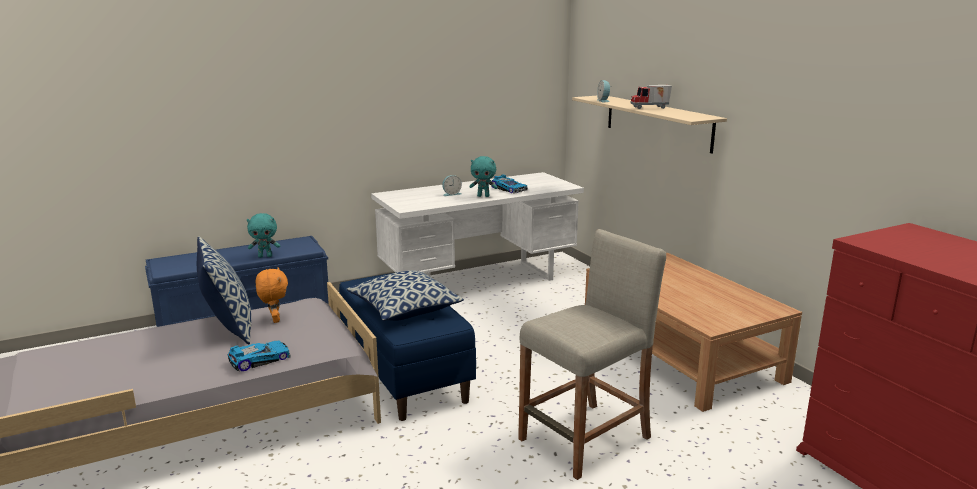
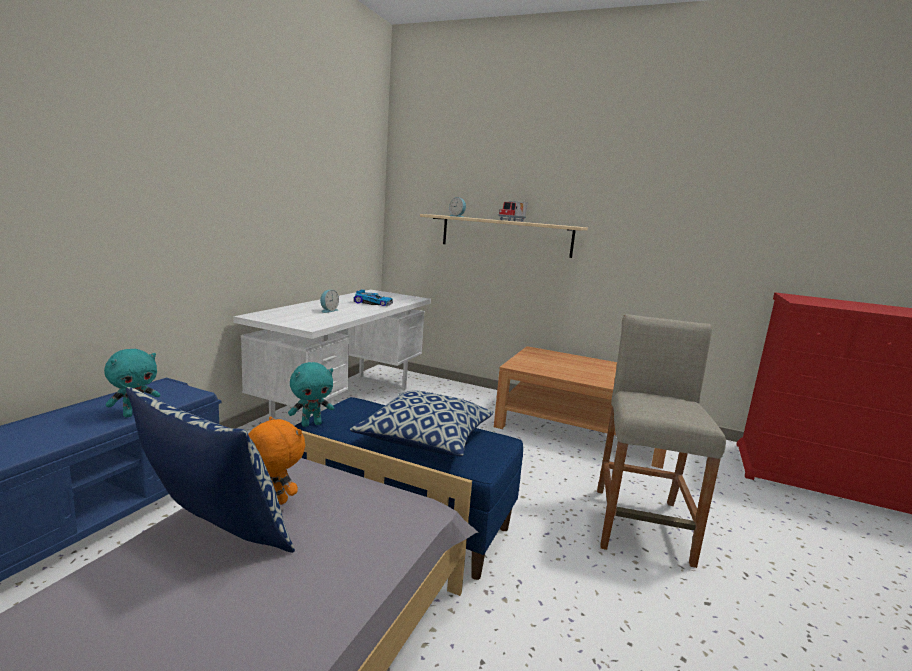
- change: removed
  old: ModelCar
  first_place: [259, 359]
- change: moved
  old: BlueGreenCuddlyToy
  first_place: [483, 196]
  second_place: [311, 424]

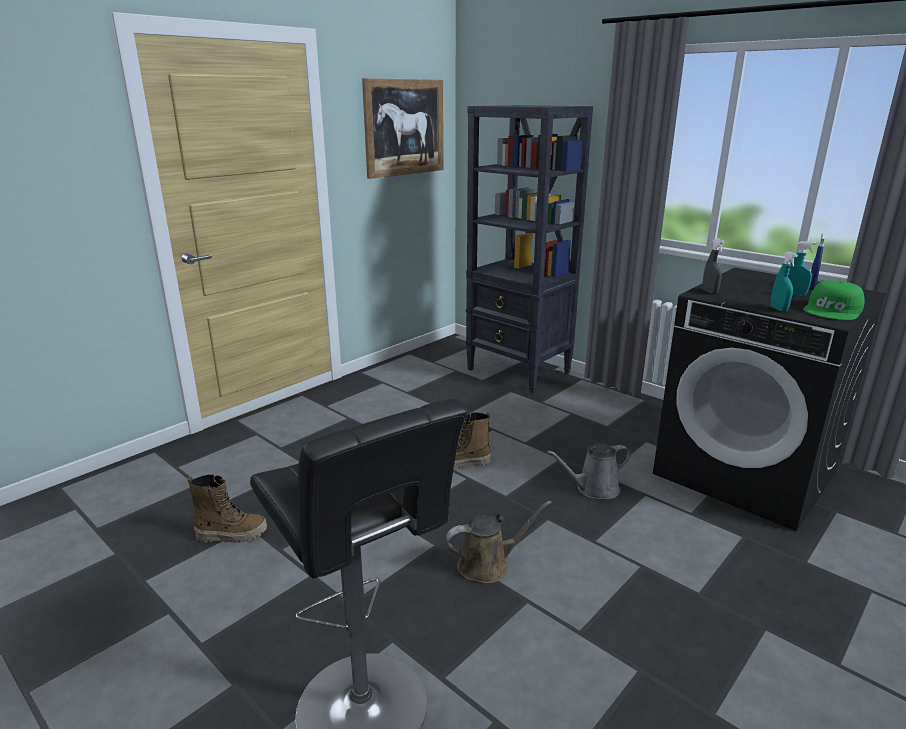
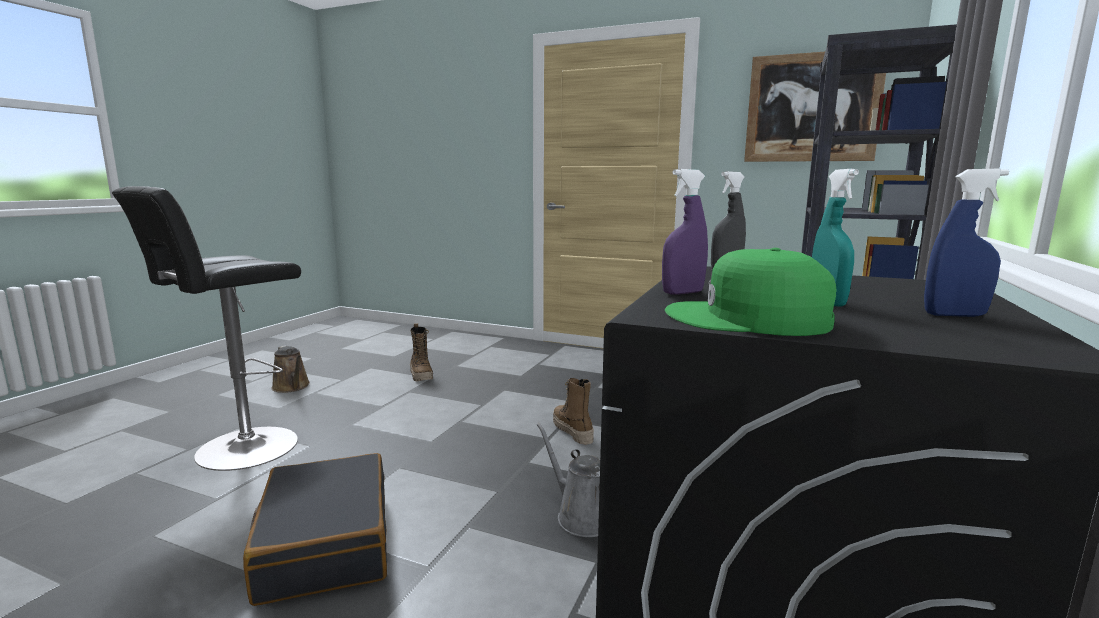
- change: moved
  old: BrownColouredWateringCan
  first_place: [488, 565]
  second_place: [292, 387]
- change: recoloured
  old: BlueGreenSprayer
  new: PurpleSprayer
  first_place: [778, 309]
  second_place: [682, 293]
- change: added
  new: BlackPieceOfLuggage
  second_place: [325, 543]

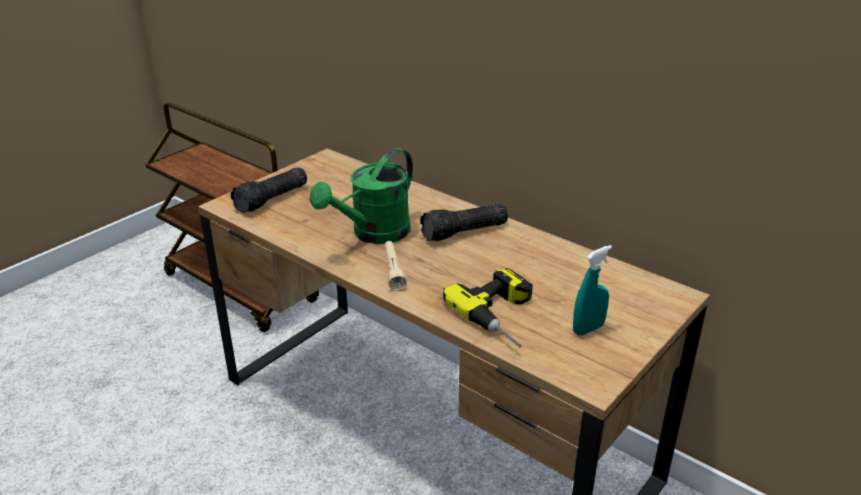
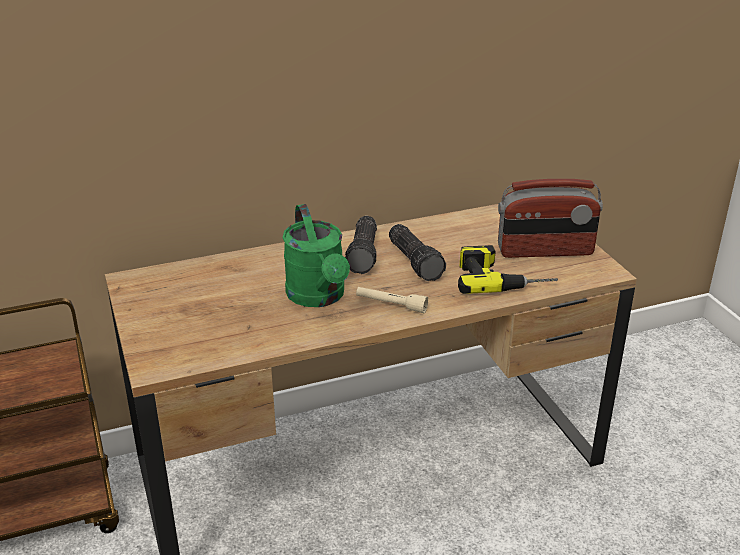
- change: moved
  old: Flashlight
  first_place: [272, 199]
  second_place: [416, 261]
- change: replaced
  old: BlueGreenSprayer
  new: RadioSet
  first_place: [588, 329]
  second_place: [545, 251]

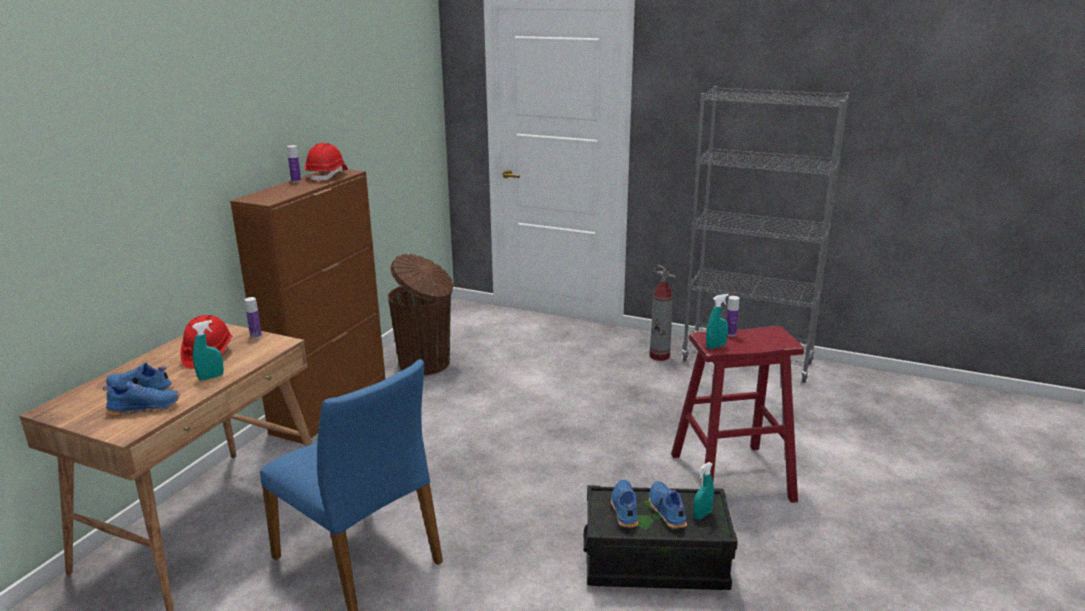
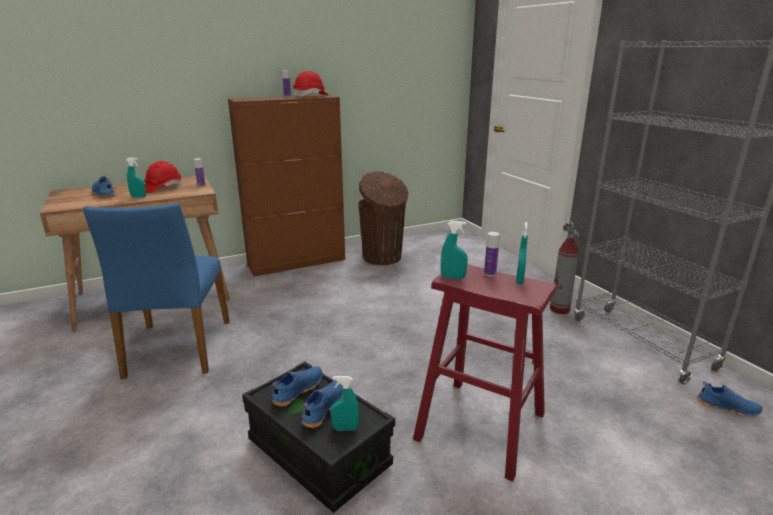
- change: moved
  old: BluishLowShoe
  first_place: [145, 408]
  second_place: [727, 407]
- change: added
  new: BlueGreenSprayer
  second_place: [519, 280]

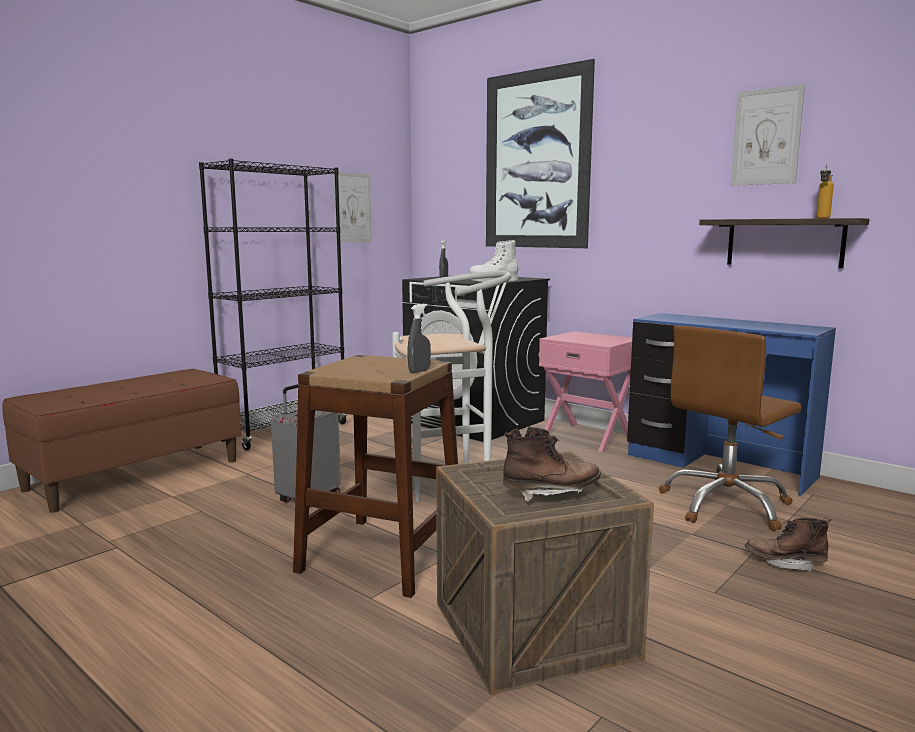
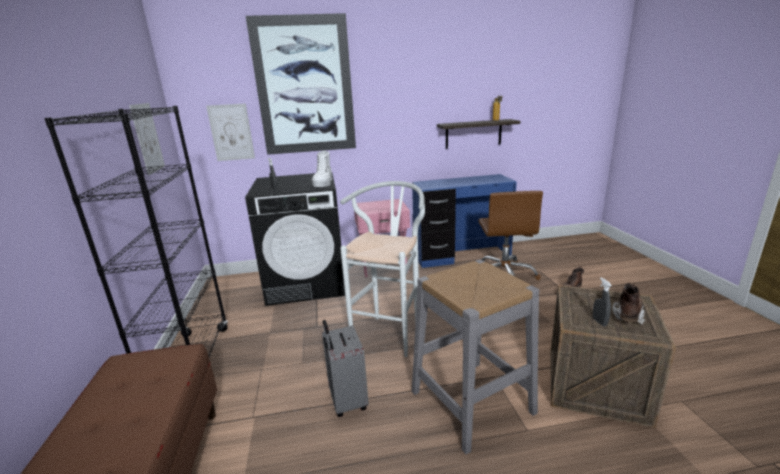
- change: recoloured
  old: BrownColouredStool
  new: GreyishStool
  first_place: [382, 554]
  second_place: [471, 402]
- change: moved
  old: GreyishSprayer
  first_place: [419, 371]
  second_place: [599, 322]
- change: moved
  old: WallPicture
  first_place: [766, 137]
  second_place: [231, 132]

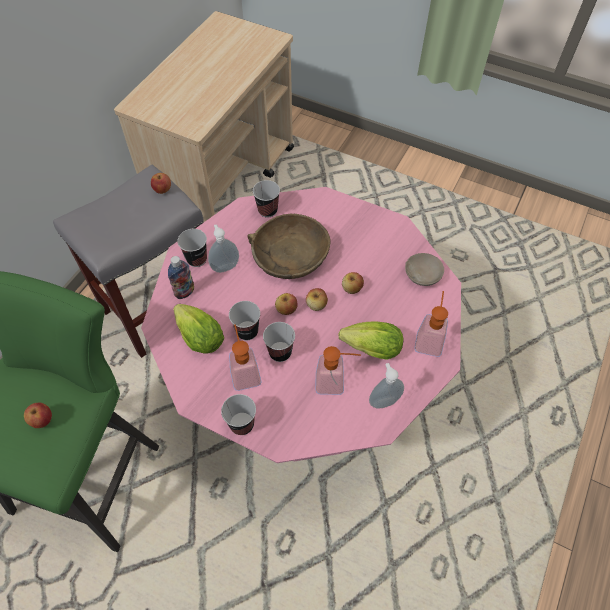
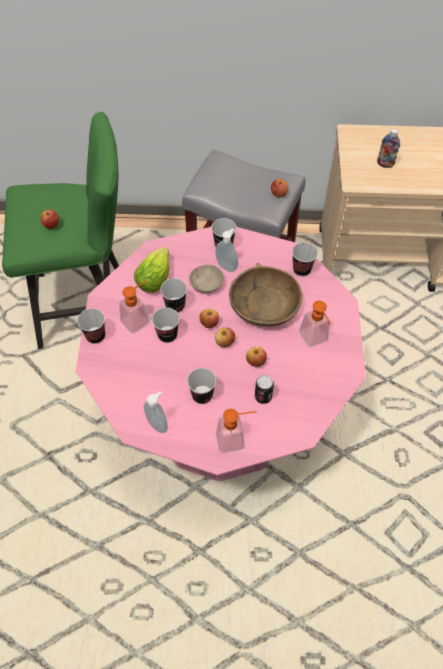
- change: moved
  old: Bottle
  first_place: [184, 292]
  second_place: [385, 164]
- change: moved
  old: SoapDispenser
  first_place: [335, 383]
  second_place: [315, 340]
- change: replaced
  old: HeadOfLettuce
  new: DrinkingCup
  first_place: [368, 348]
  second_place: [202, 395]
- change: moved
  old: SandColouredDeepDish
  first_place: [423, 276]
  second_place: [206, 285]
- change: added
  new: Can
  second_place: [263, 397]

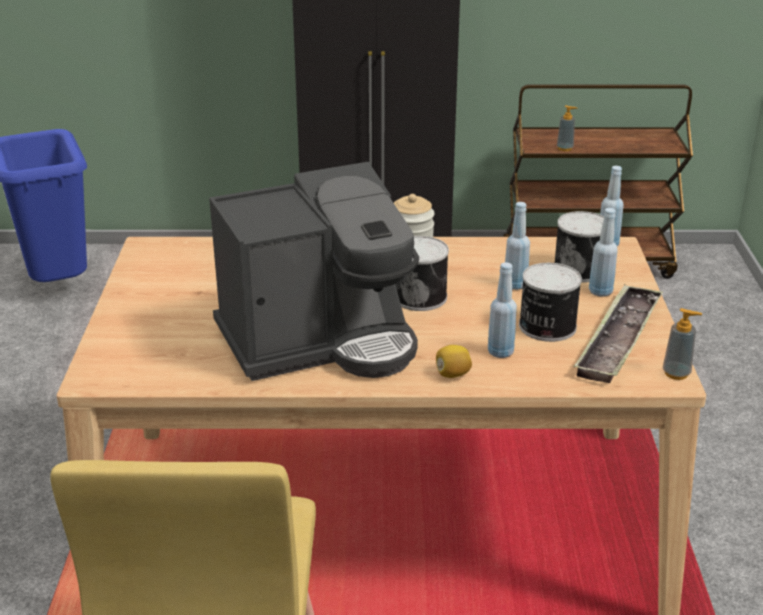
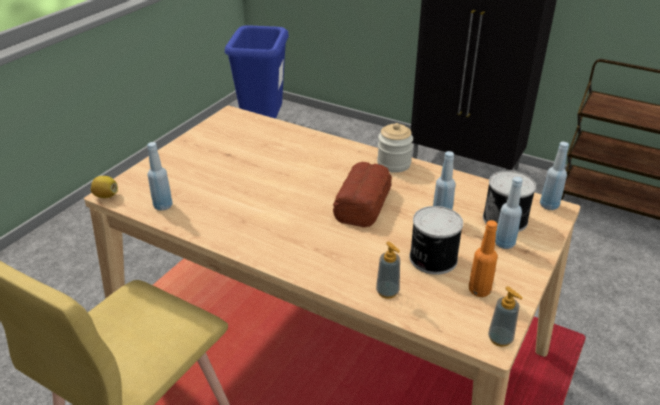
- change: removed
  old: CoffeeMachine
  first_place: [320, 341]
- change: replaced
  old: Can
  new: BakedBread
  first_place: [420, 296]
  second_place: [363, 203]
- change: moved
  old: CitrusFruit
  first_place: [452, 374]
  second_place: [106, 196]
- change: moved
  old: BluishBottle
  first_place: [500, 352]
  second_place: [163, 206]
- change: moved
  old: SoapDispenser
  first_place: [565, 148]
  second_place: [387, 292]
- change: replaced
  old: CarryingTray
  new: OrangeyBottle
  first_place: [618, 340]
  second_place: [479, 290]

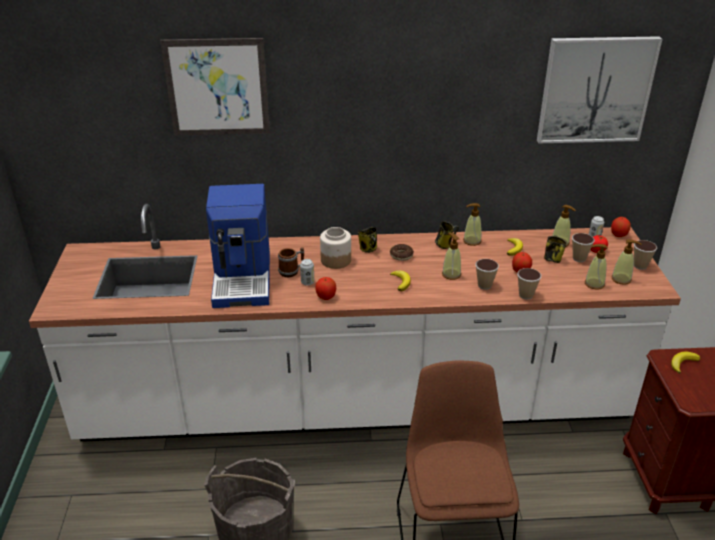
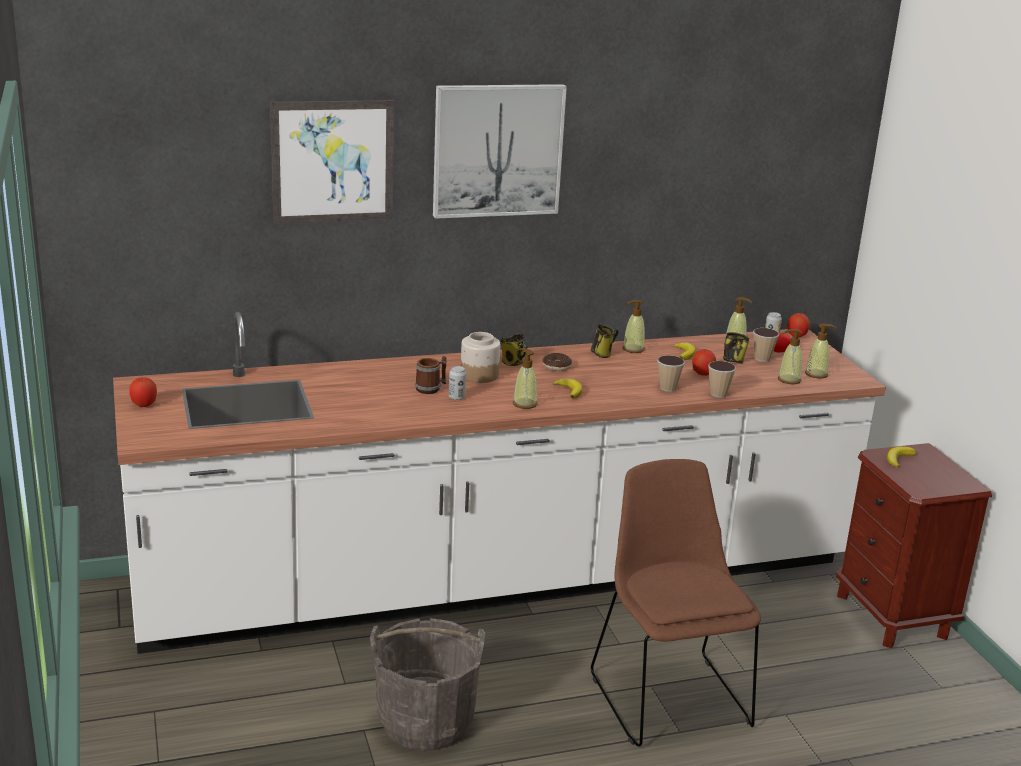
- change: removed
  old: CoffeeMachine
  first_place: [243, 278]
- change: moved
  old: AppleFruit
  first_place: [326, 297]
  second_place: [144, 404]
- change: moved
  old: SoapDispenser
  first_place: [451, 274]
  second_place: [524, 404]
- change: moved
  old: WallPicture
  first_place: [595, 90]
  second_place: [497, 150]
- change: removed
  old: DrinkingCup
  first_place: [640, 266]

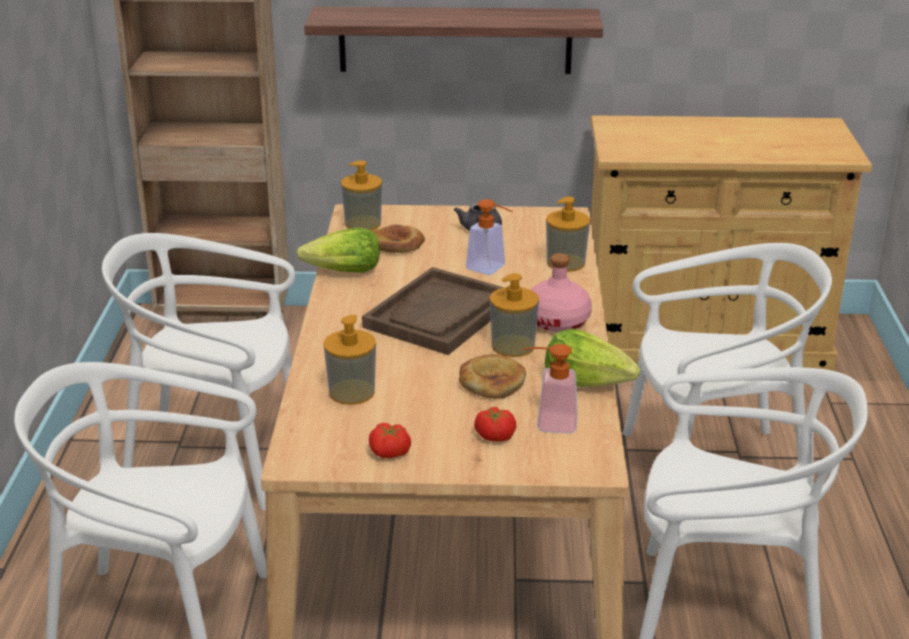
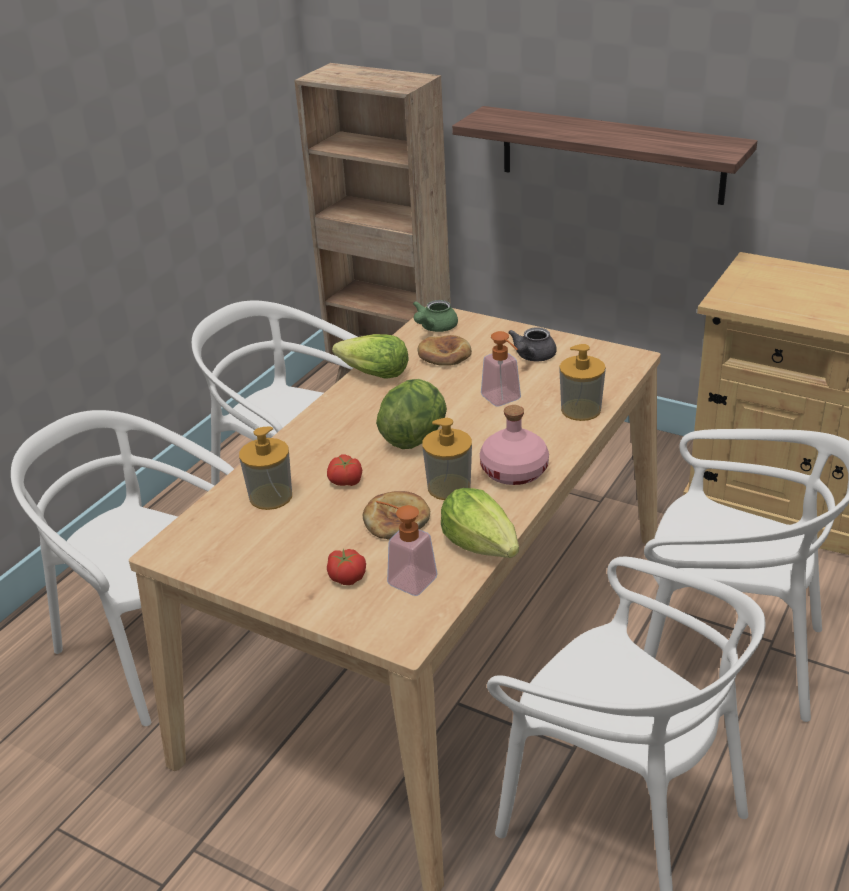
- change: replaced
  old: SoapDispenser
  new: GreenishPotForTea
  first_place: [363, 223]
  second_place: [434, 328]
- change: replaced
  old: BrownColouredCarryingTray
  new: HeadOfLettuce
  first_place: [439, 314]
  second_place: [415, 437]
- change: moved
  old: Tomato
  first_place: [389, 453]
  second_place: [345, 481]

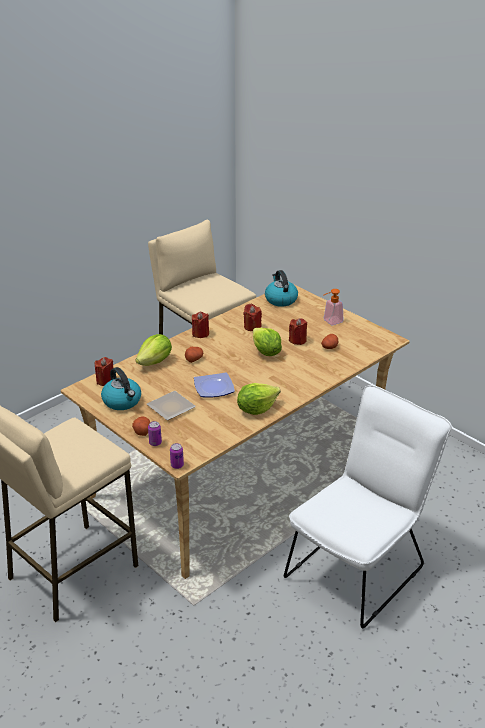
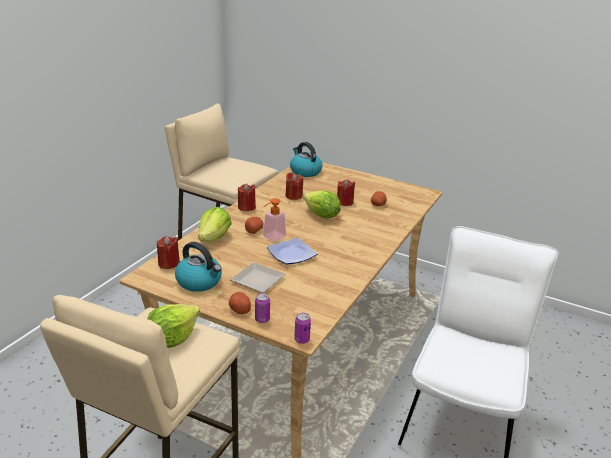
- change: moved
  old: HeadOfLettuce
  first_place: [256, 409]
  second_place: [171, 339]
- change: moved
  old: SoapDispenser
  first_place: [330, 322]
  second_place: [271, 238]

